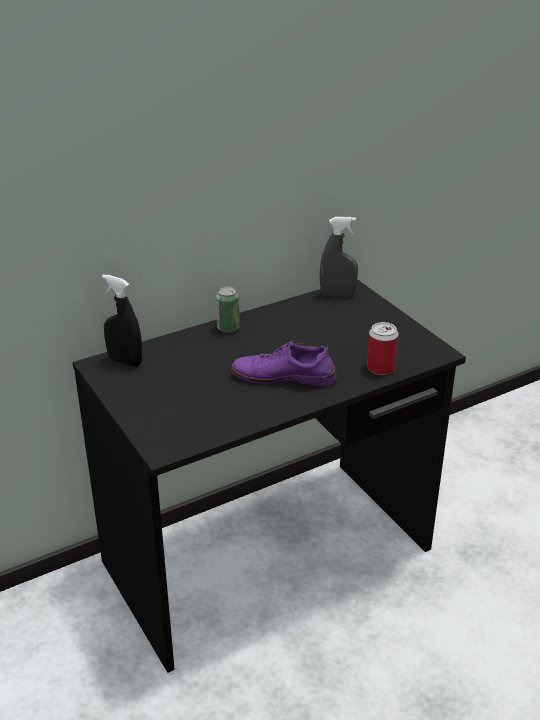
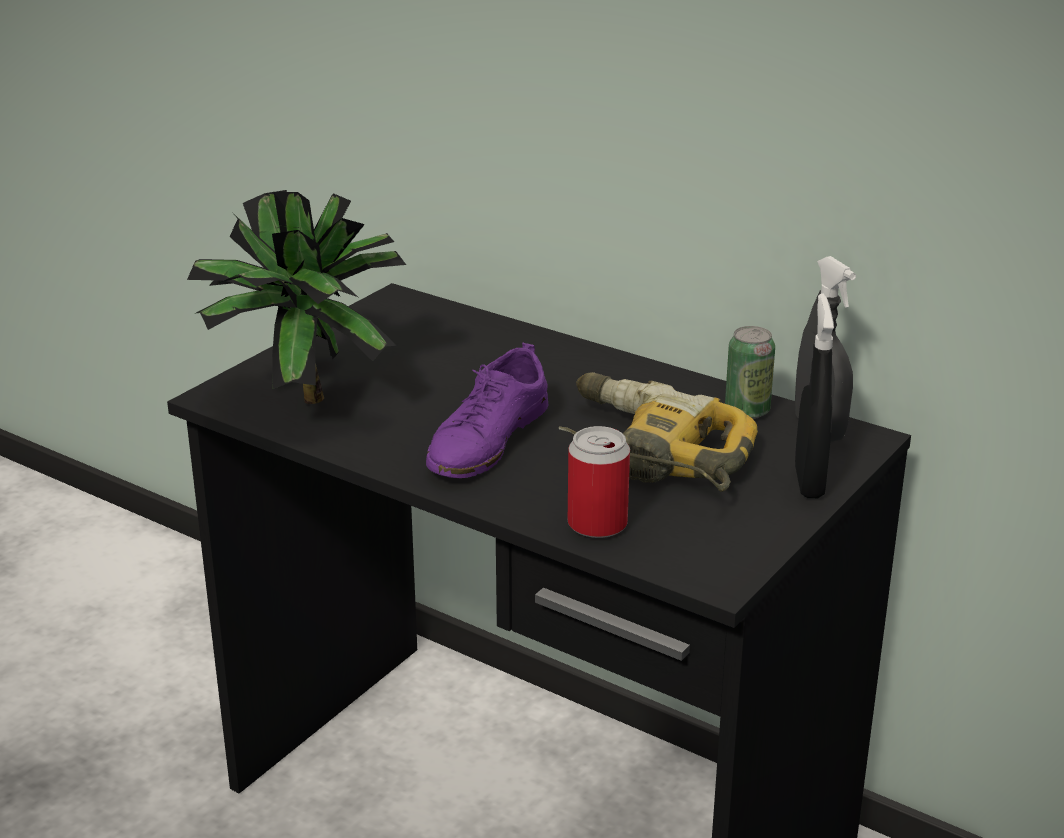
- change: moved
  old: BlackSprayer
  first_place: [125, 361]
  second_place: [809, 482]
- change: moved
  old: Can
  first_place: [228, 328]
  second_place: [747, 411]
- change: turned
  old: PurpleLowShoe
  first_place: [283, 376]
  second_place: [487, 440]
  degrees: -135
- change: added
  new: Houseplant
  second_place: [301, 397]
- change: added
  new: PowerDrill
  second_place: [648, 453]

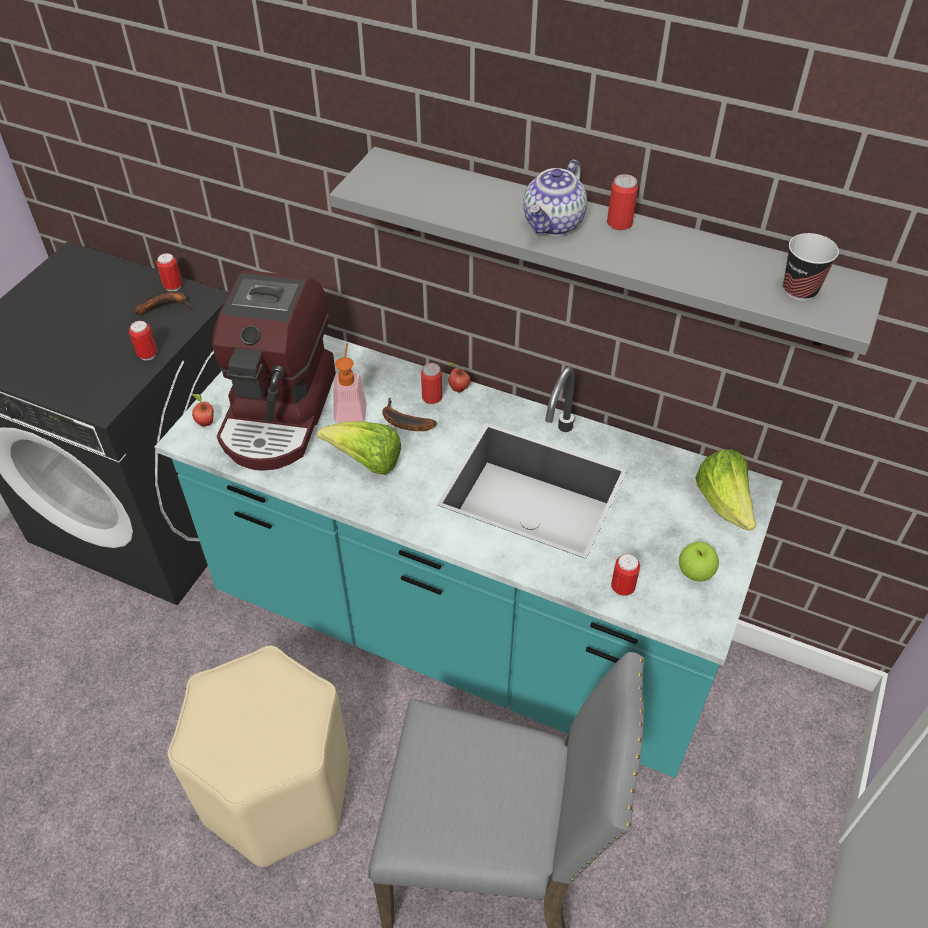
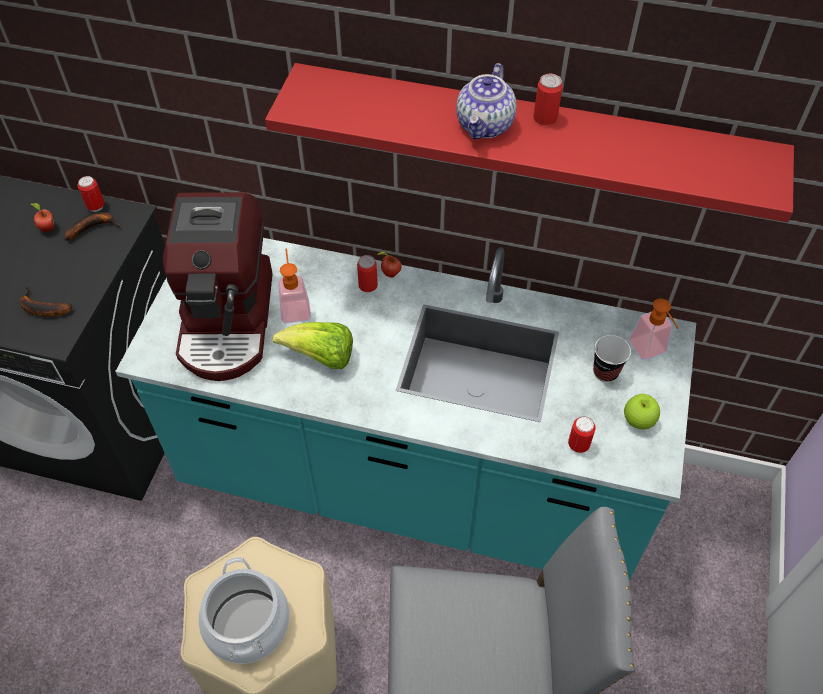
- change: removed
  old: Can
  first_place: [147, 355]
- change: moved
  old: AppleFruit
  first_place: [205, 422]
  second_place: [47, 228]
- change: recoloured
  old: GreyishWallShelf
  new: RedColouredWallShelf
  first_place: [607, 246]
  second_place: [529, 136]
- change: moved
  old: WholeBanana
  first_place: [403, 422]
  second_place: [41, 309]
- change: replaced
  old: HeadOfLettuce
  new: SoapDispenser
  first_place: [724, 503]
  second_place: [650, 352]
- change: moved
  old: DrinkingCup
  first_place: [799, 290]
  second_place: [605, 372]
- change: added
  new: Saucepot
  second_place: [247, 624]

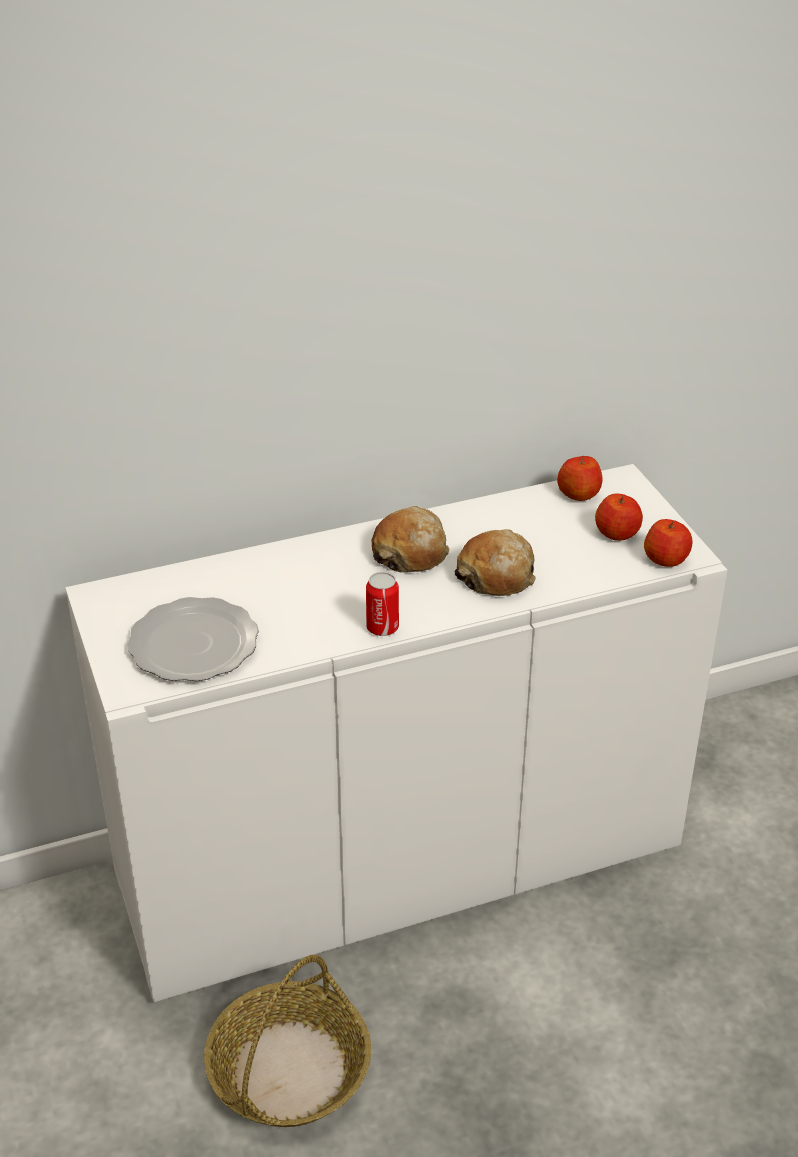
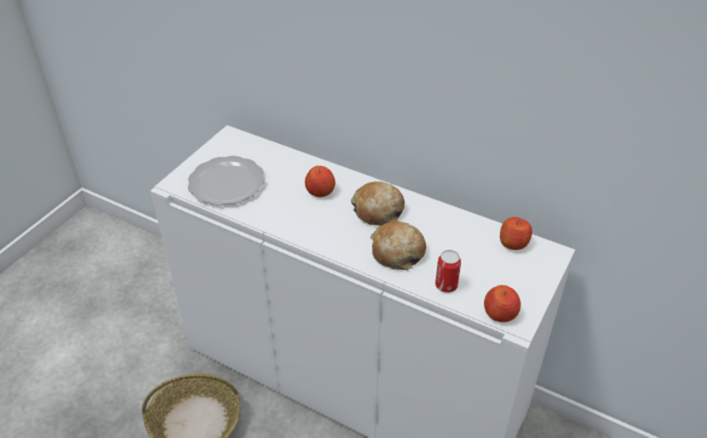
- change: moved
  old: Can
  first_place: [382, 628]
  second_place: [446, 285]
- change: moved
  old: AppleFruit
  first_place: [617, 533]
  second_place: [320, 191]

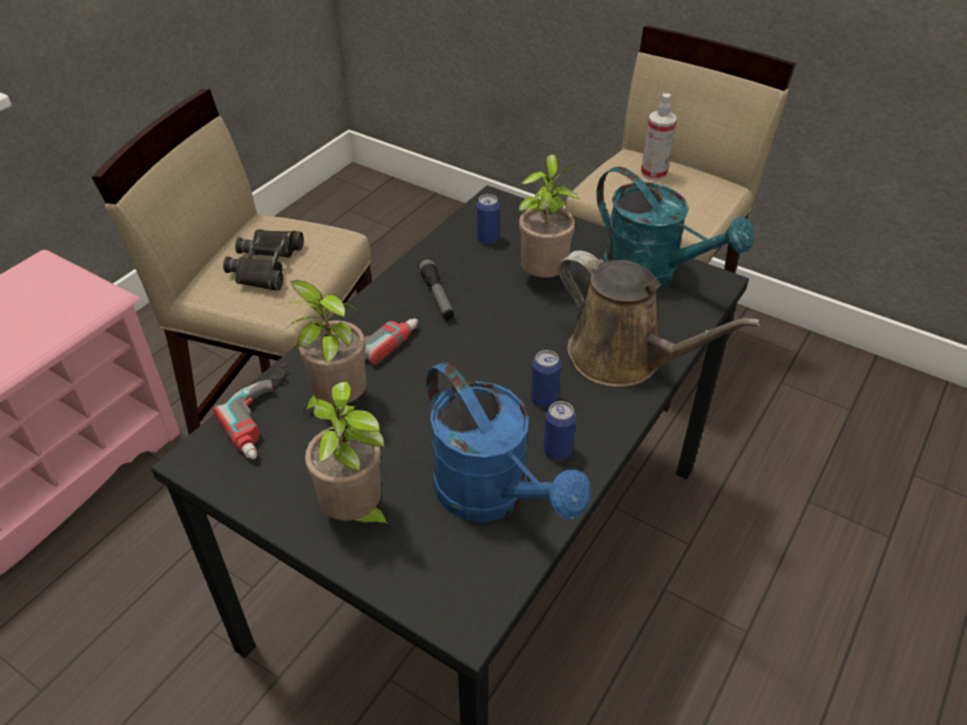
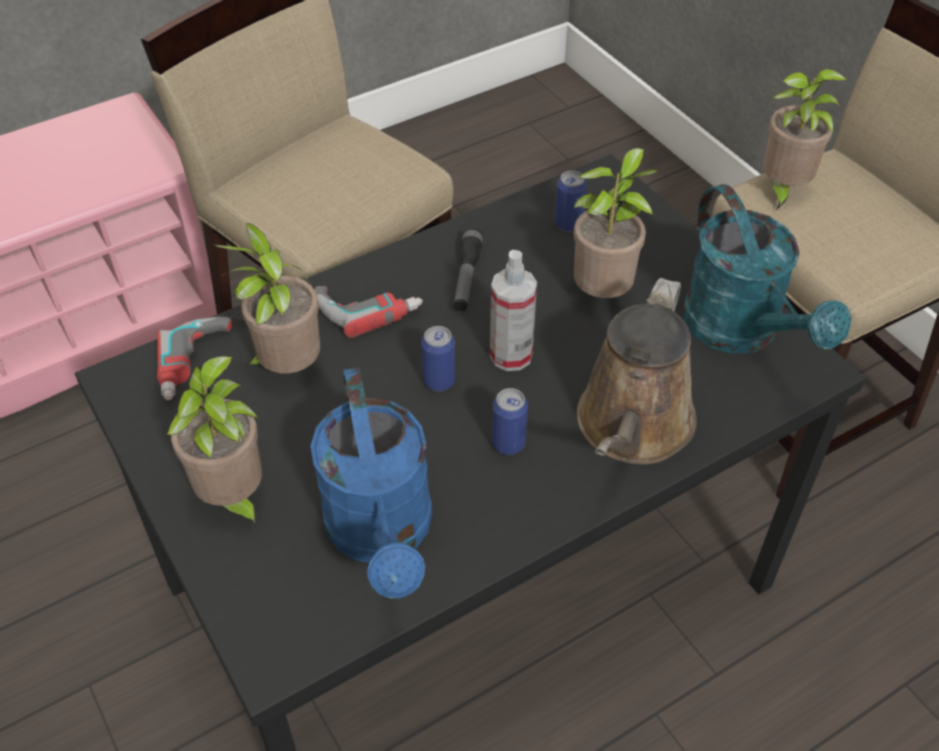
- change: removed
  old: BlackPairOfBinoculars
  first_place: [266, 265]
- change: moved
  old: Can
  first_place: [557, 451]
  second_place: [439, 381]
- change: turned
  old: BrownColouredWateringCan
  first_place: [623, 359]
  second_place: [632, 428]
  degrees: 45
- change: moved
  old: Sprayer
  first_place: [654, 173]
  second_place: [511, 355]
- change: added
  new: Houseplant
  second_place: [782, 190]

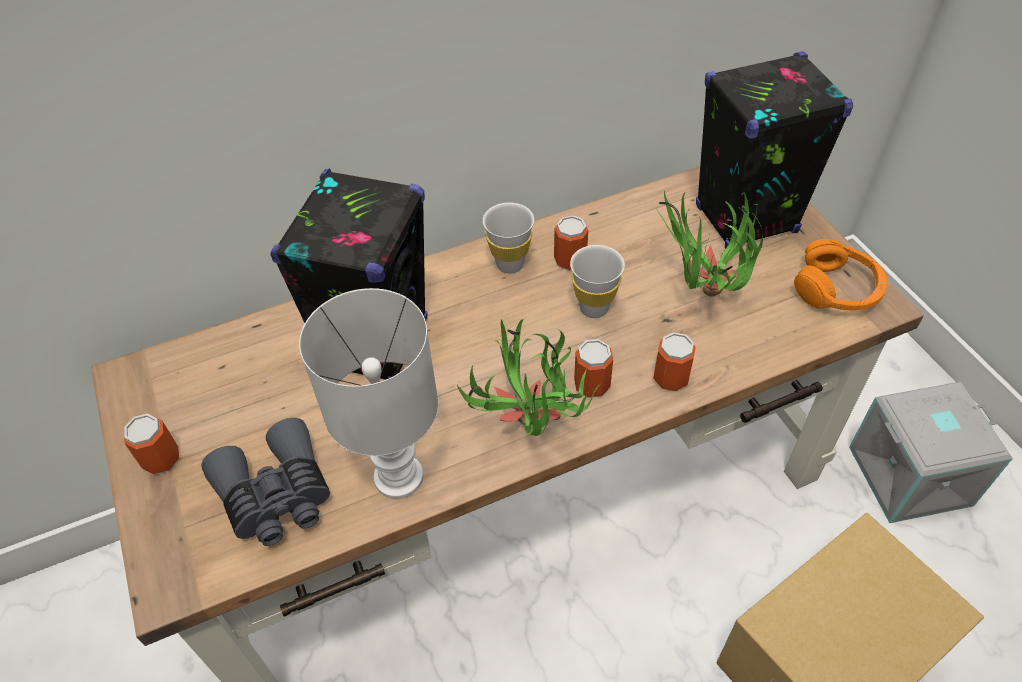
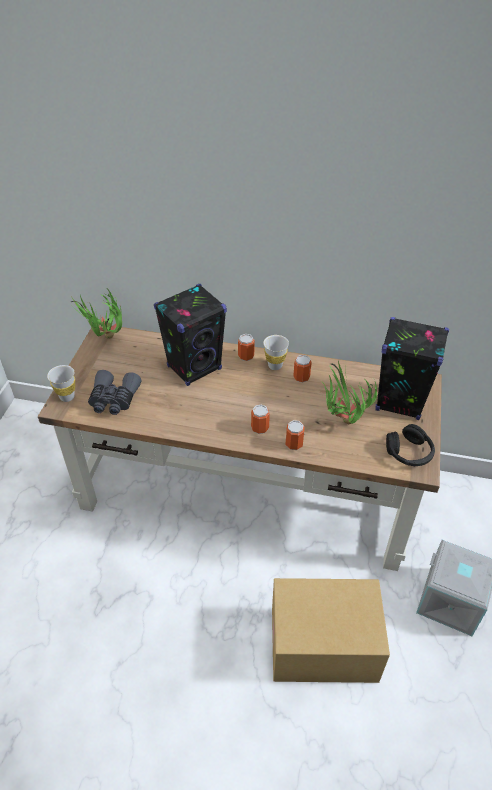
- change: moved
  old: Can
  first_place: [161, 459]
  second_place: [246, 356]
- change: removed
  old: WhitishLampForATable
  first_place: [399, 479]
- change: moved
  old: Houseplant
  first_place: [529, 433]
  second_place: [106, 341]
- change: moved
  old: WhitishDrinkingCup
  first_place: [594, 308]
  second_place: [67, 397]
- change: recoloured
  old: OrangeyHeadset
  new: BlackHeadset
  first_place: [837, 289]
  second_place: [409, 453]

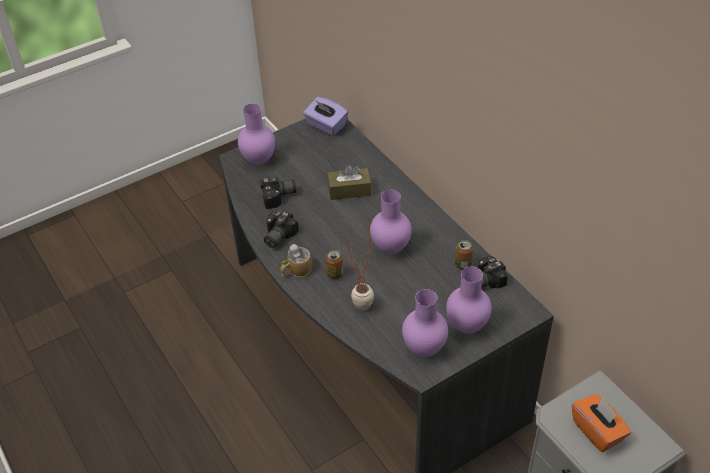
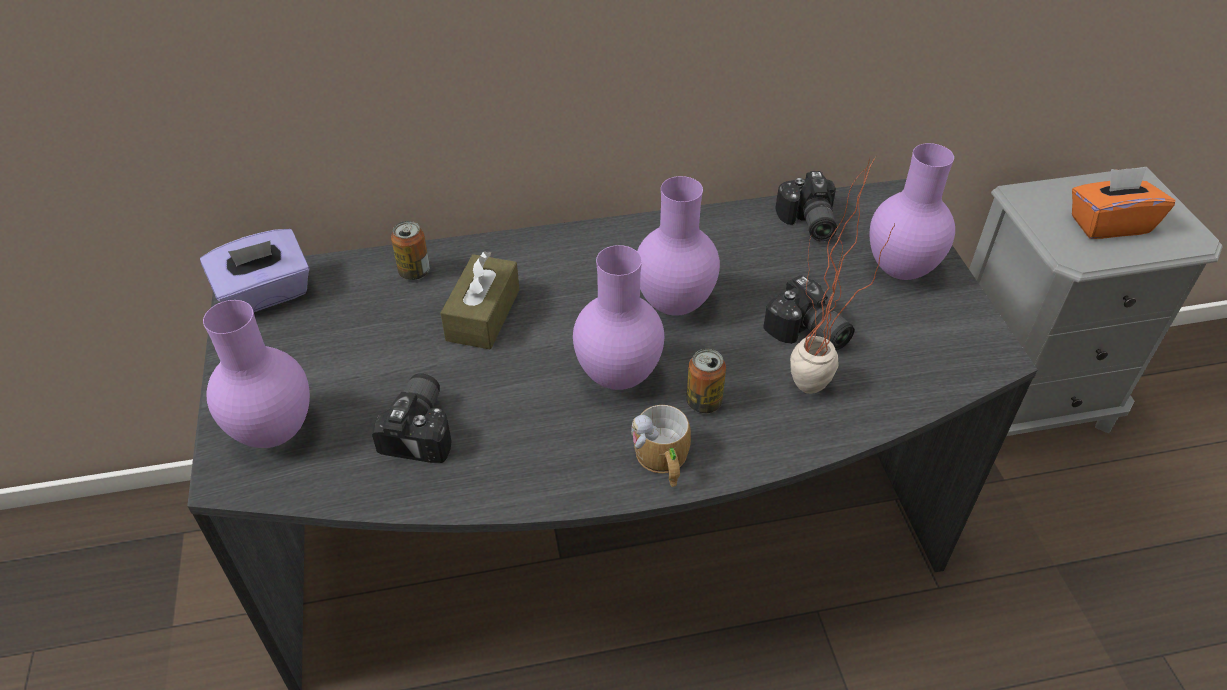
- change: moved
  old: PhotoCamera
  first_place: [277, 236]
  second_place: [807, 333]
- change: moved
  old: PurpleFlowerVase
  first_place: [423, 348]
  second_place: [616, 377]
- change: moved
  old: Can
  first_place: [463, 264]
  second_place: [414, 272]

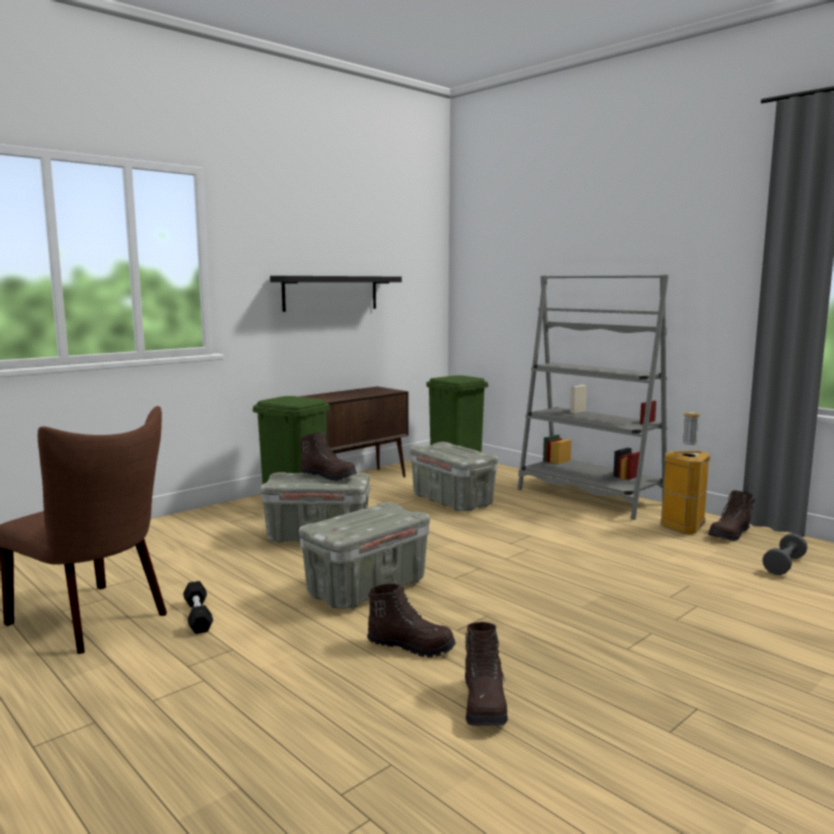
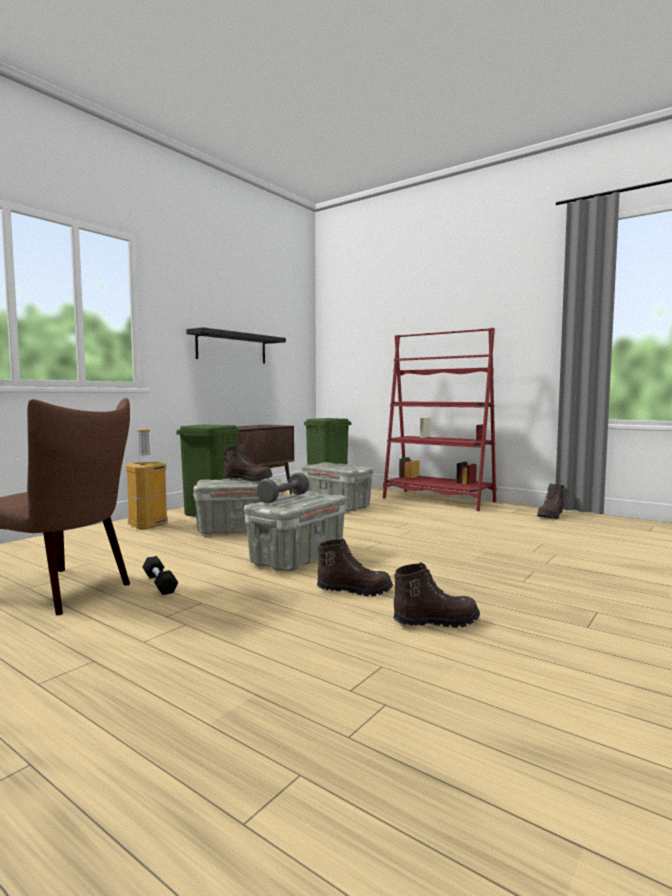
- change: turned
  old: BrownColouredBoot
  first_place: [484, 704]
  second_place: [435, 622]
  degrees: -90
- change: recoloured
  old: GreyishBookcase
  new: RedColouredBookcase
  first_place: [589, 497]
  second_place: [438, 500]
- change: moved
  old: TrashCan
  first_place: [684, 527]
  second_place: [148, 525]
- change: moved
  old: GreyishDumbbell
  first_place: [784, 565]
  second_place: [283, 498]

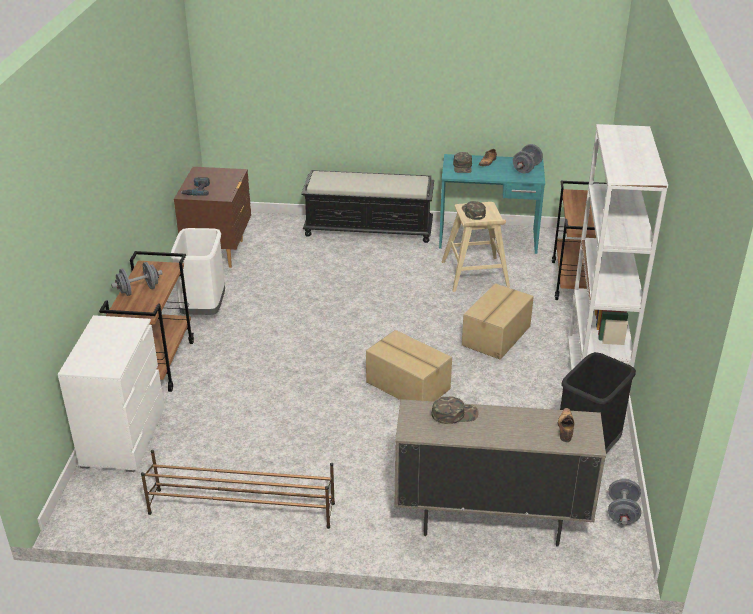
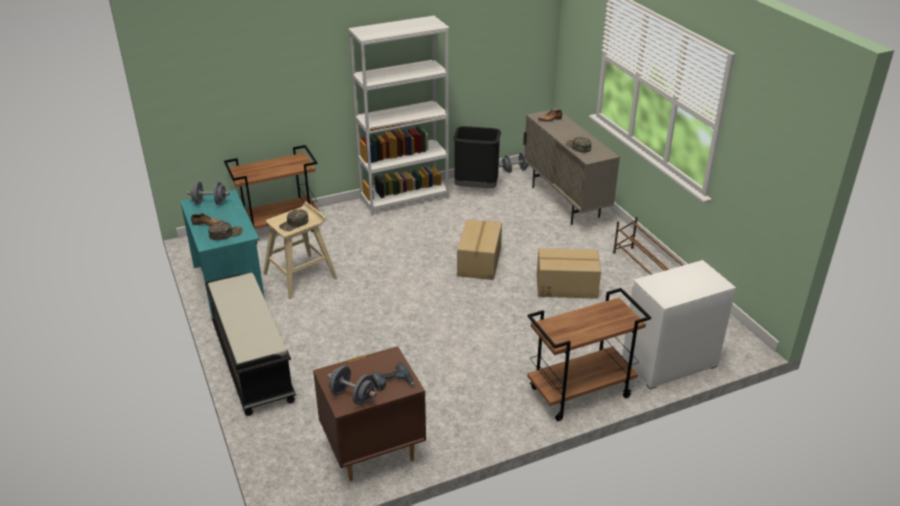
- change: moved
  old: GreyishDumbbell
  first_place: [139, 290]
  second_place: [352, 396]
- change: removed
  old: WhitishTrashCan
  first_place: [204, 310]
- change: moved
  old: PackingBox
  first_place: [497, 336]
  second_place: [566, 286]

